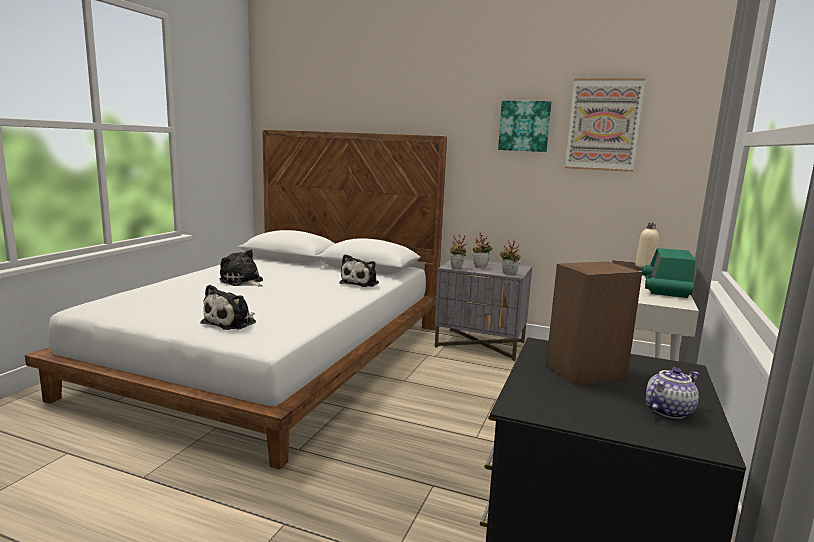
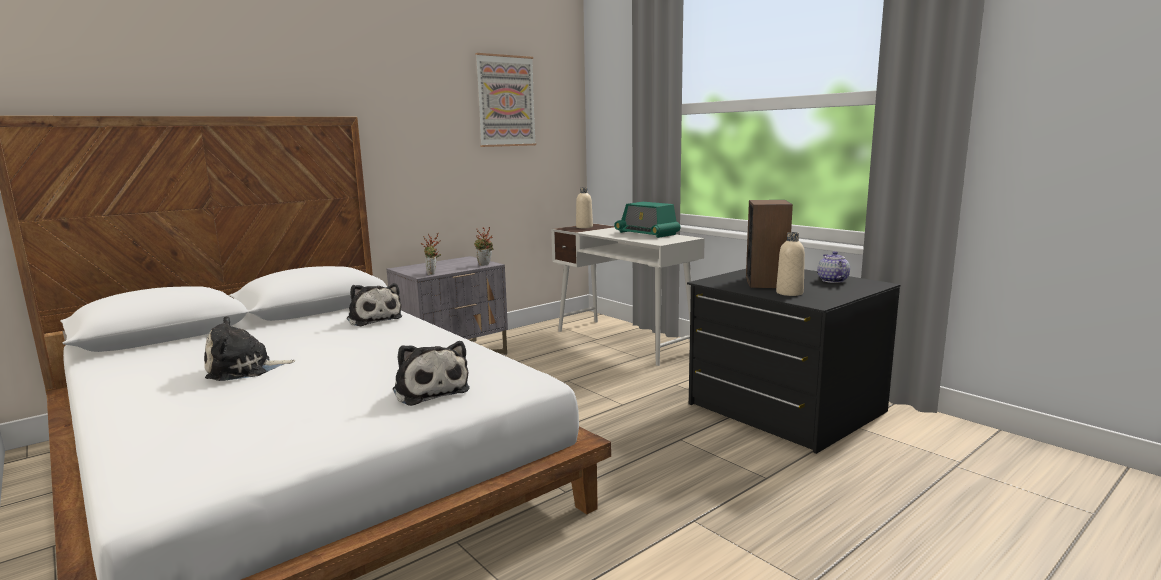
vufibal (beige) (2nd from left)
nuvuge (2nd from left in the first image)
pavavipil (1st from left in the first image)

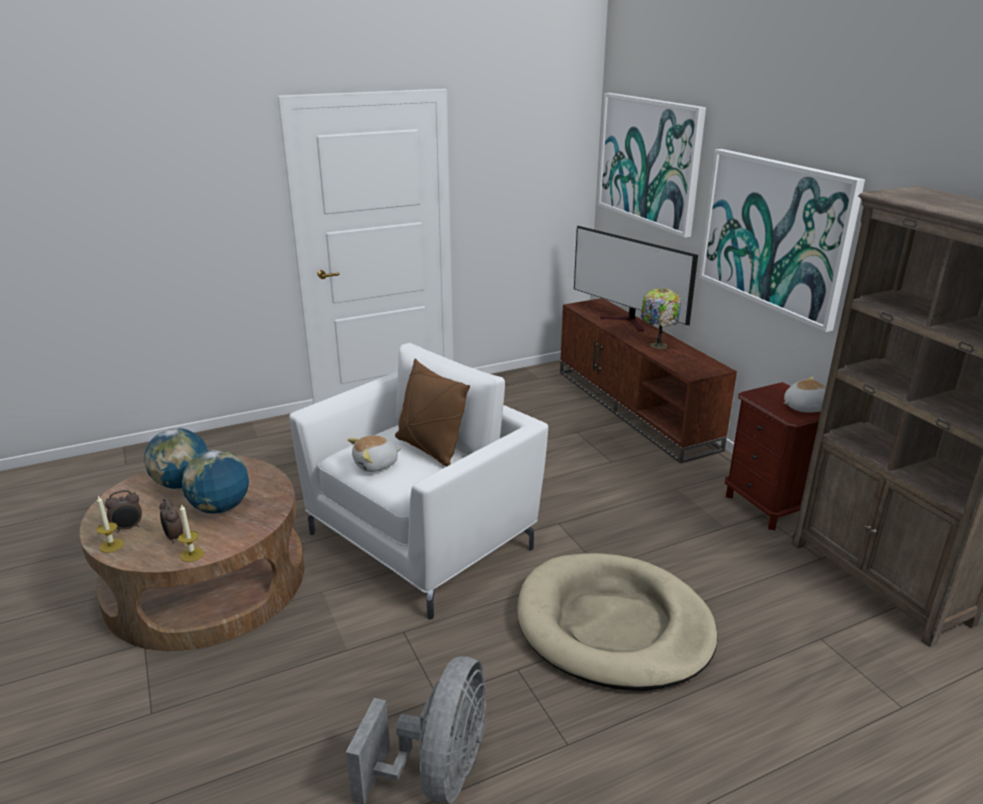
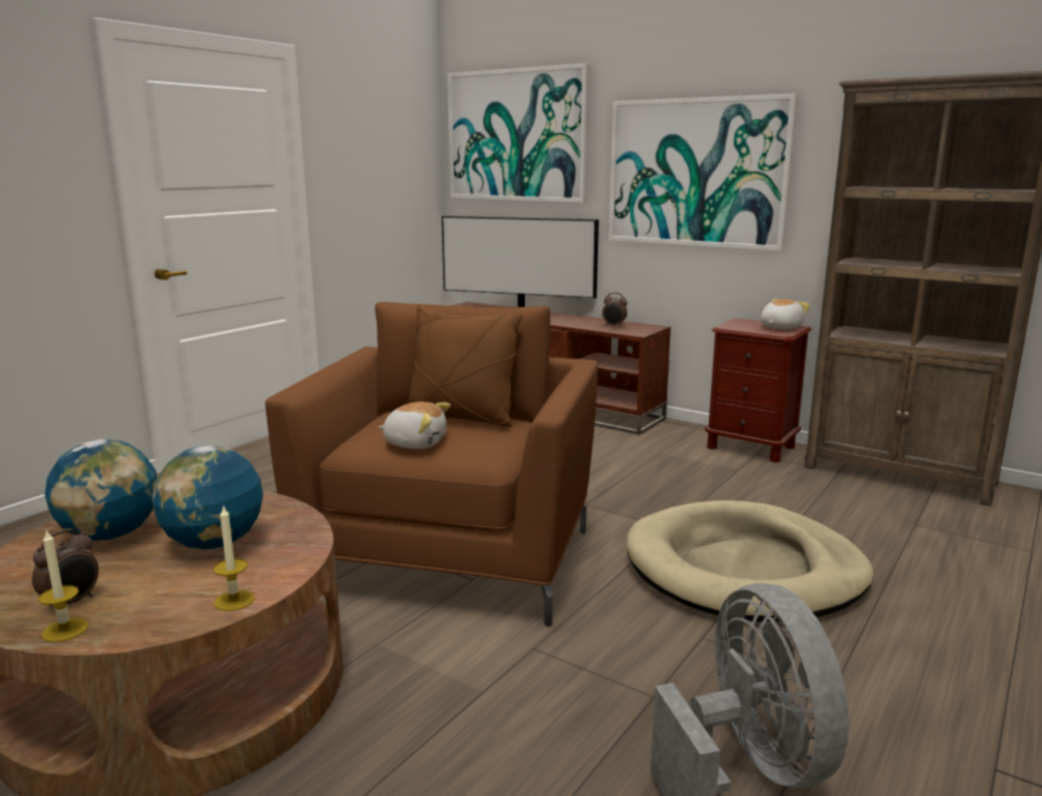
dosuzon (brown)
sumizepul (1st from left)
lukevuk (2nd from left)
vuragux

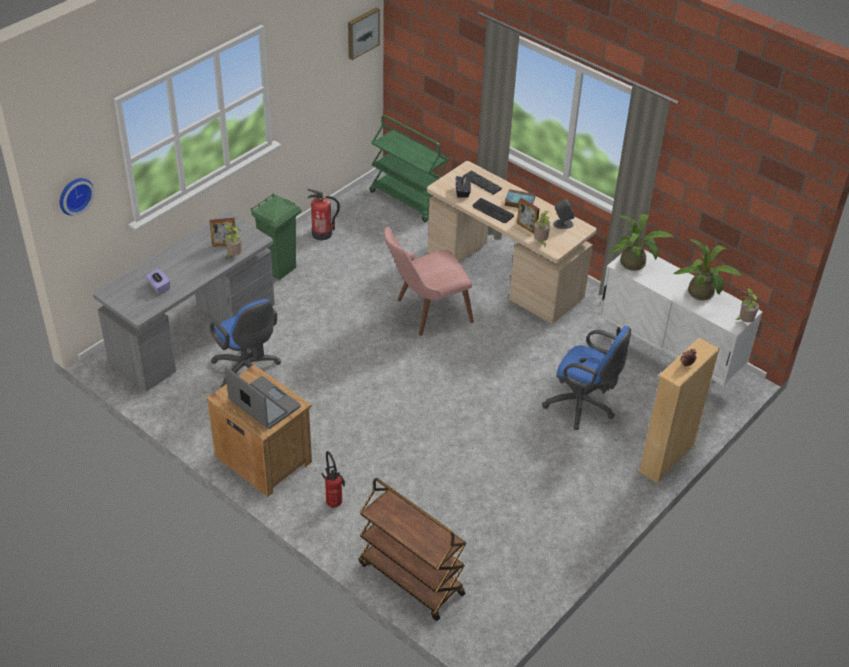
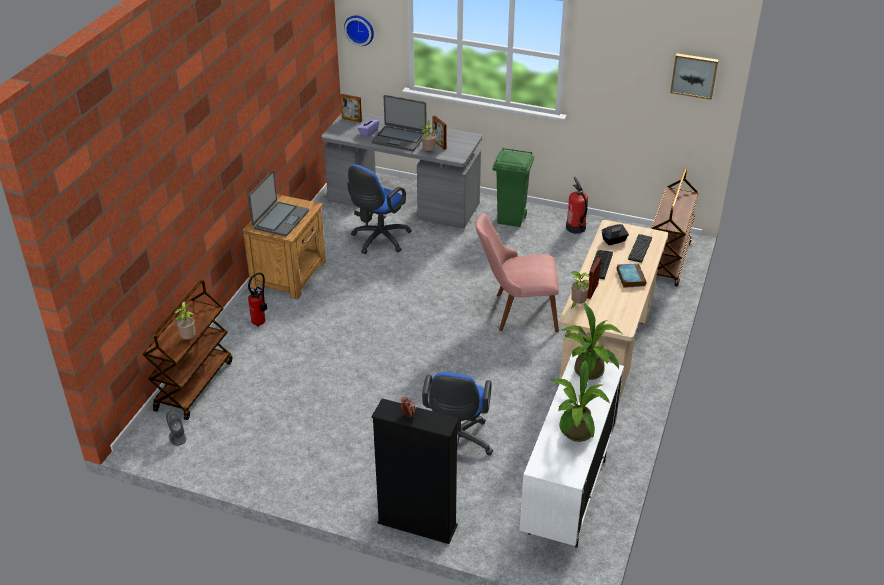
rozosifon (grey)
nuvuge (1st from left)
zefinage (1st from left)
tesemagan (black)
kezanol (2nd from left)
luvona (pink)
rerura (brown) (2nd from left)

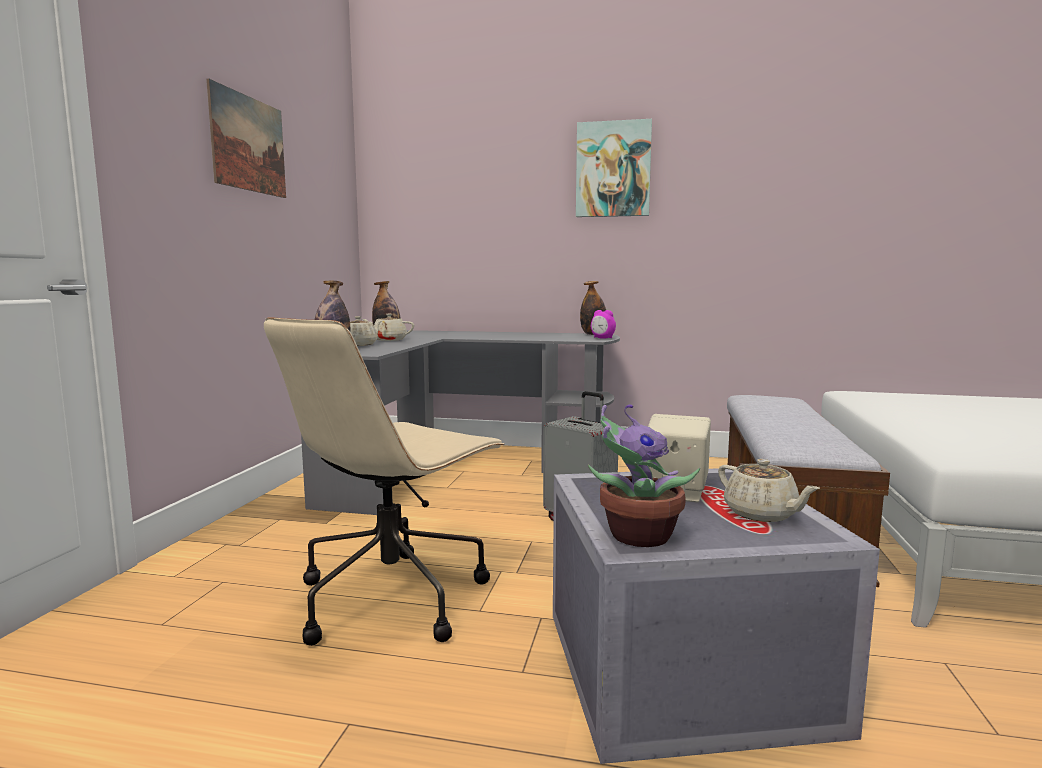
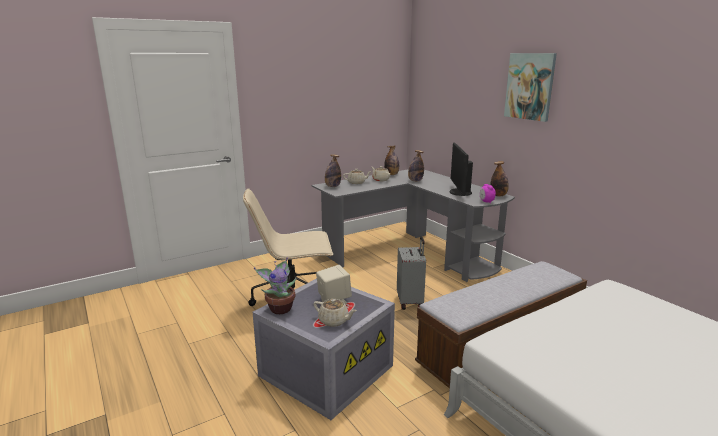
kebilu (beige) (1st from left)
vufibal (3rd from left)
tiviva
pavavipil (1st from left in the first image)

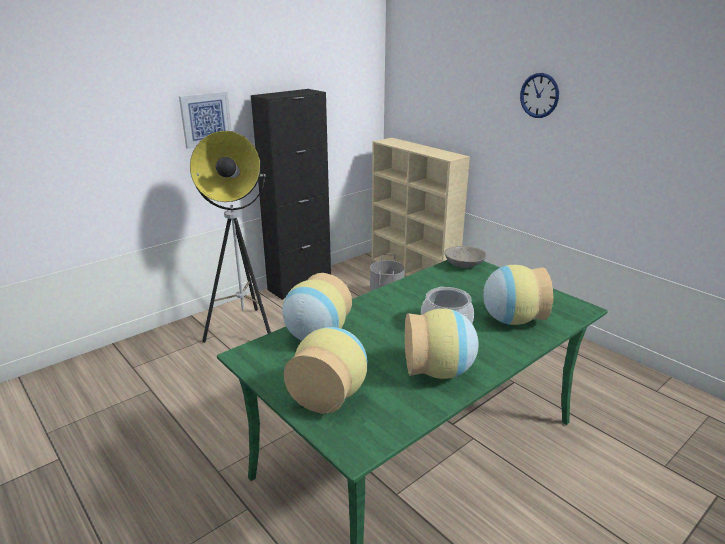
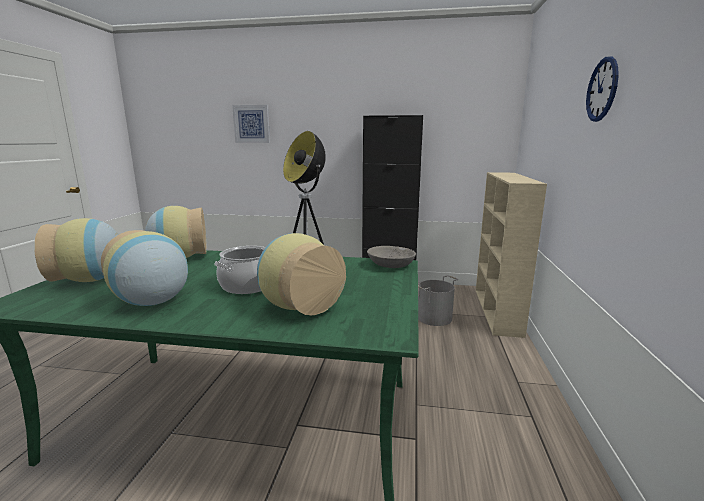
pavavipil

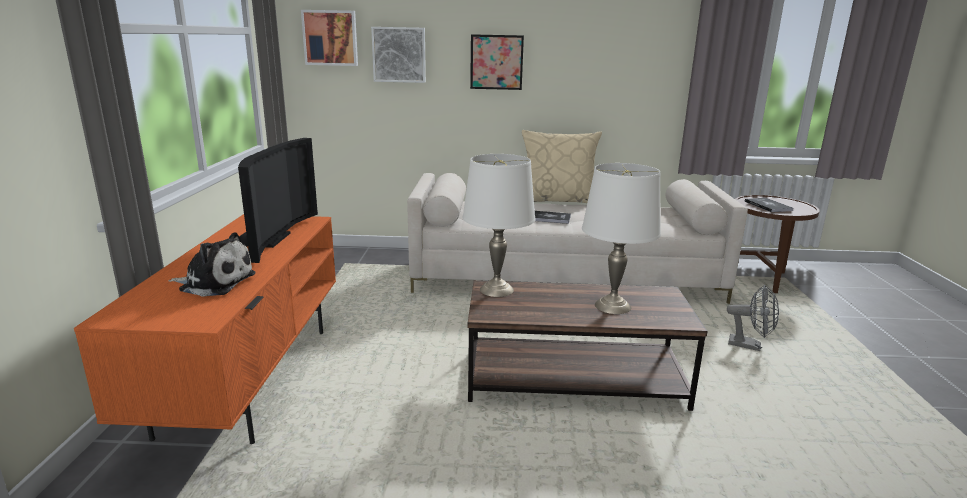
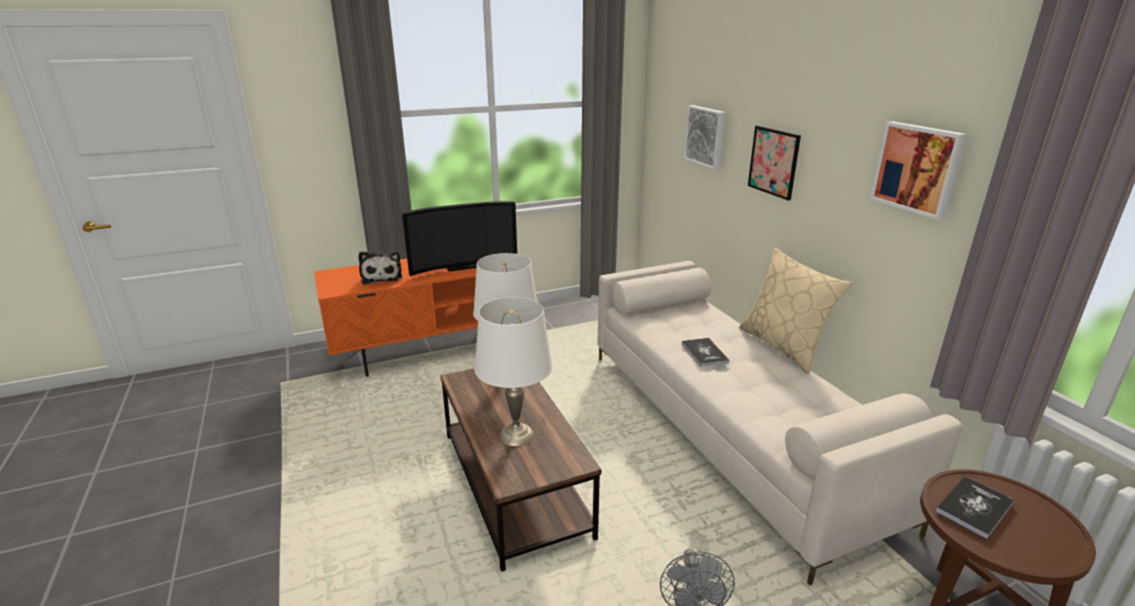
pavavipil (3rd from left)

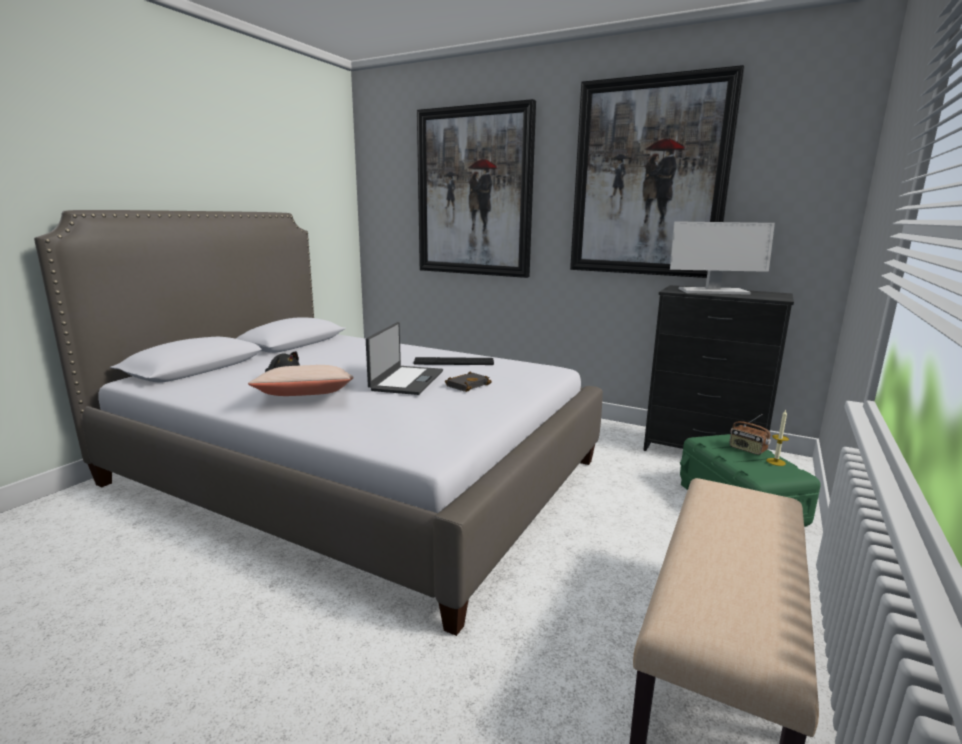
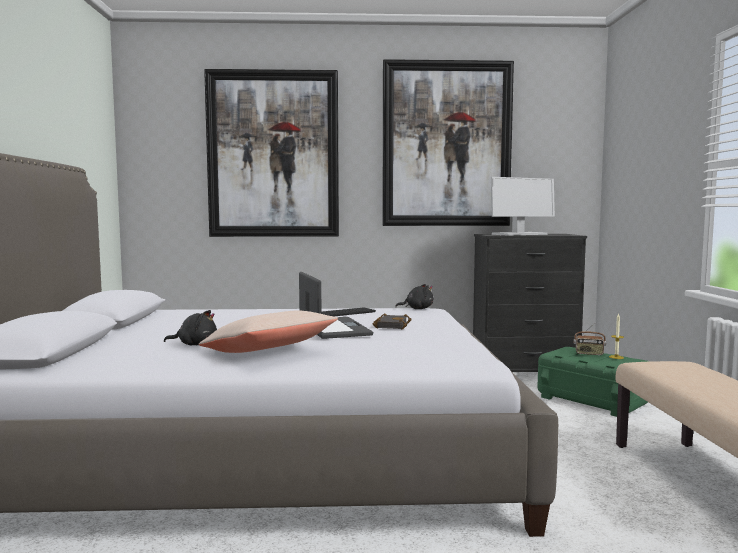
sumizepul (black) (2nd from left)

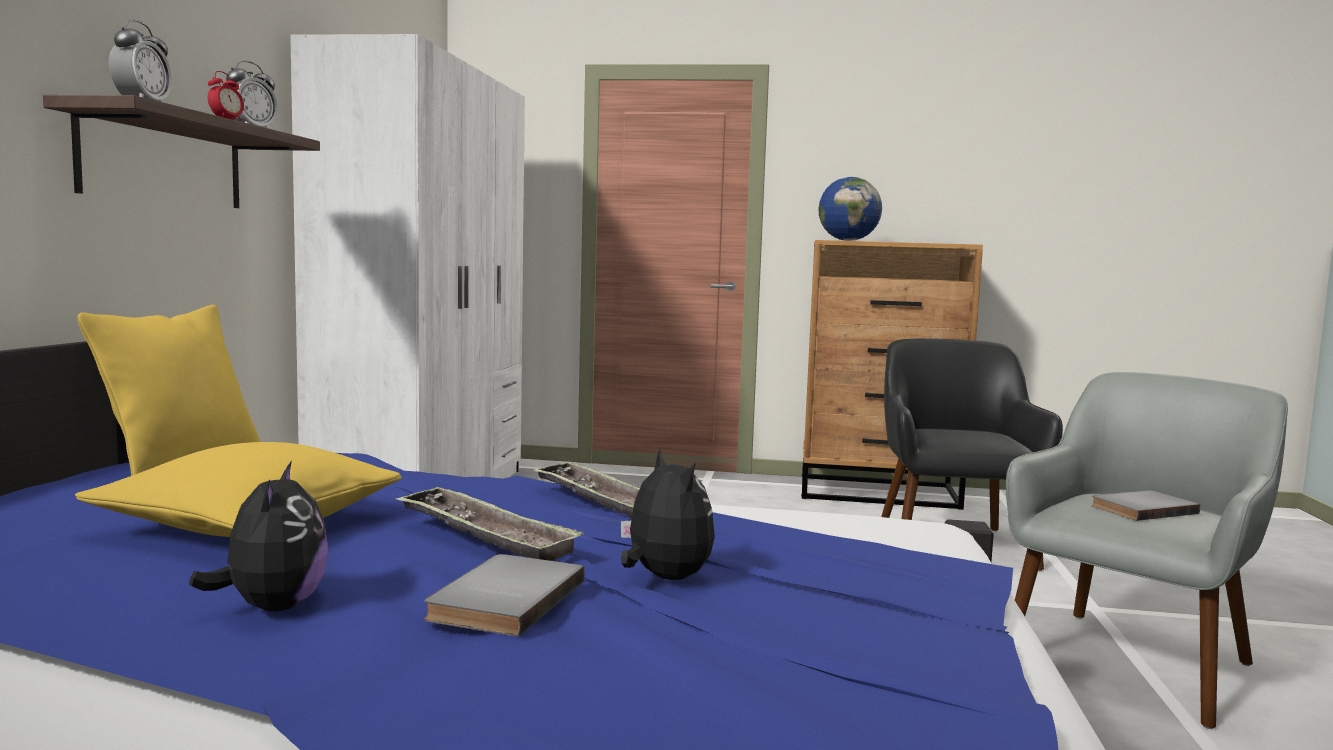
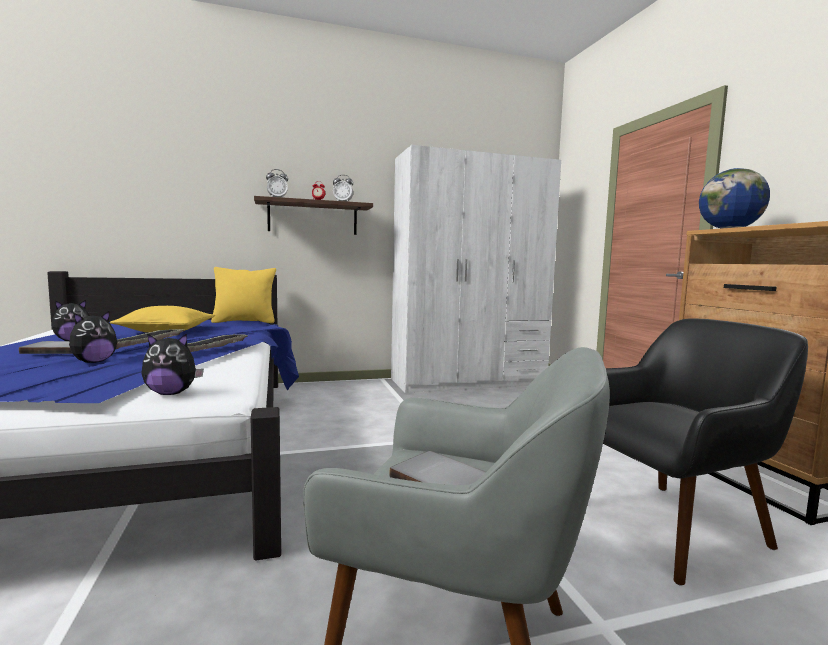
sumizepul (3rd from left)

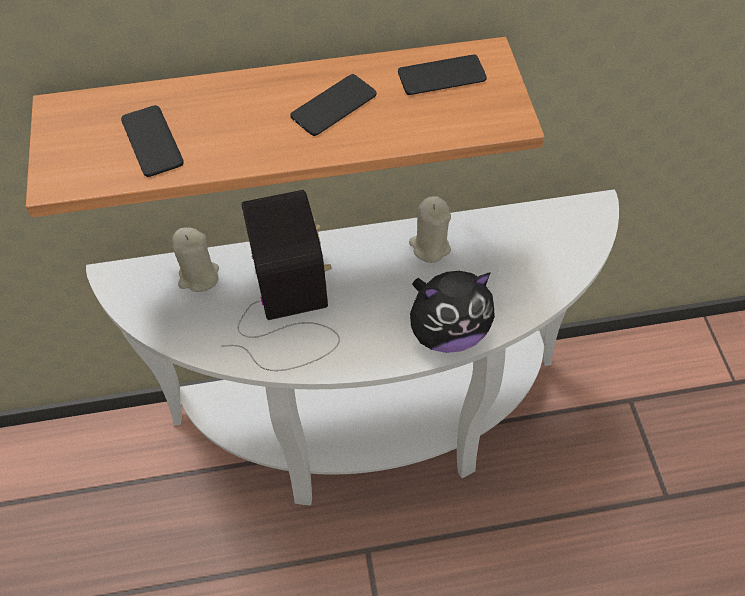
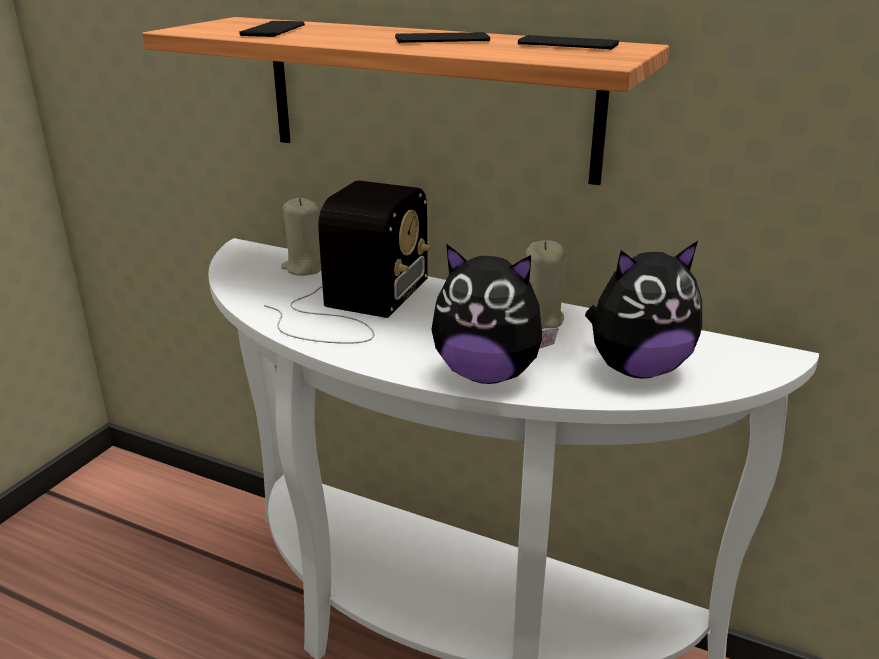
sumizepul (2nd from left)

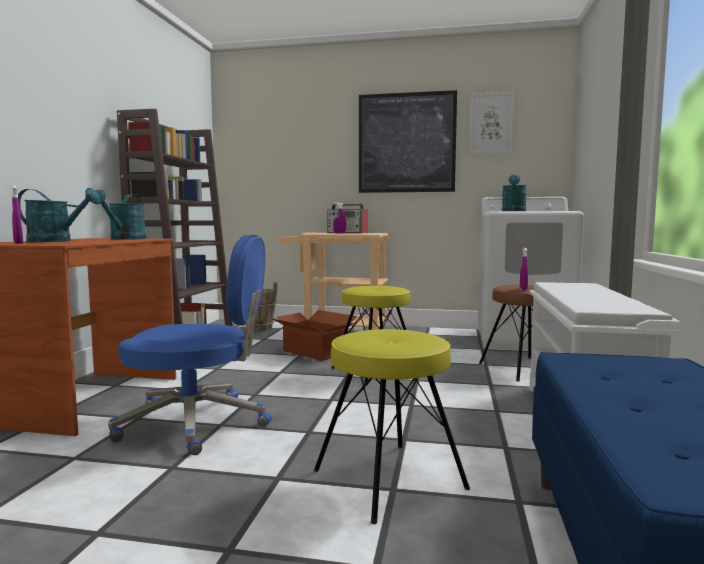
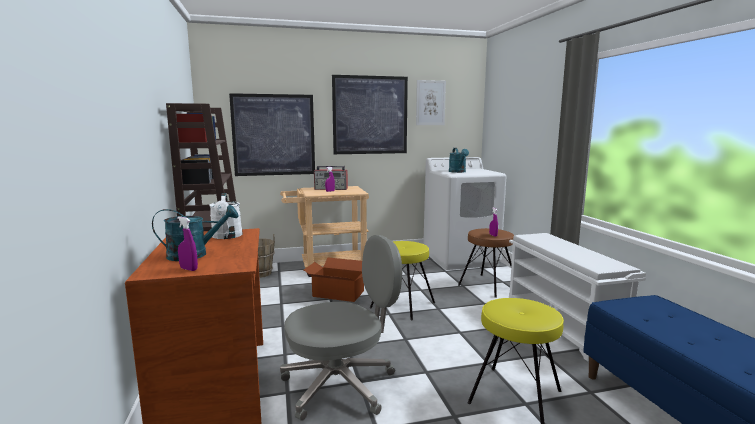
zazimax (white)
pavavipil (1st from left)
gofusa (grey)

